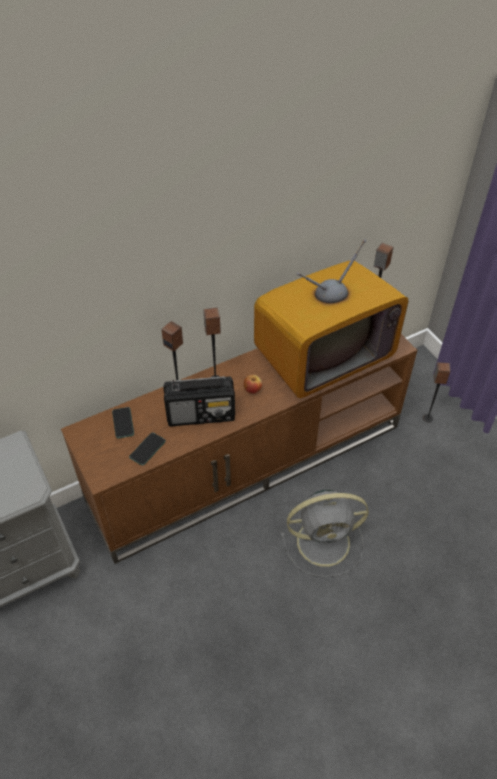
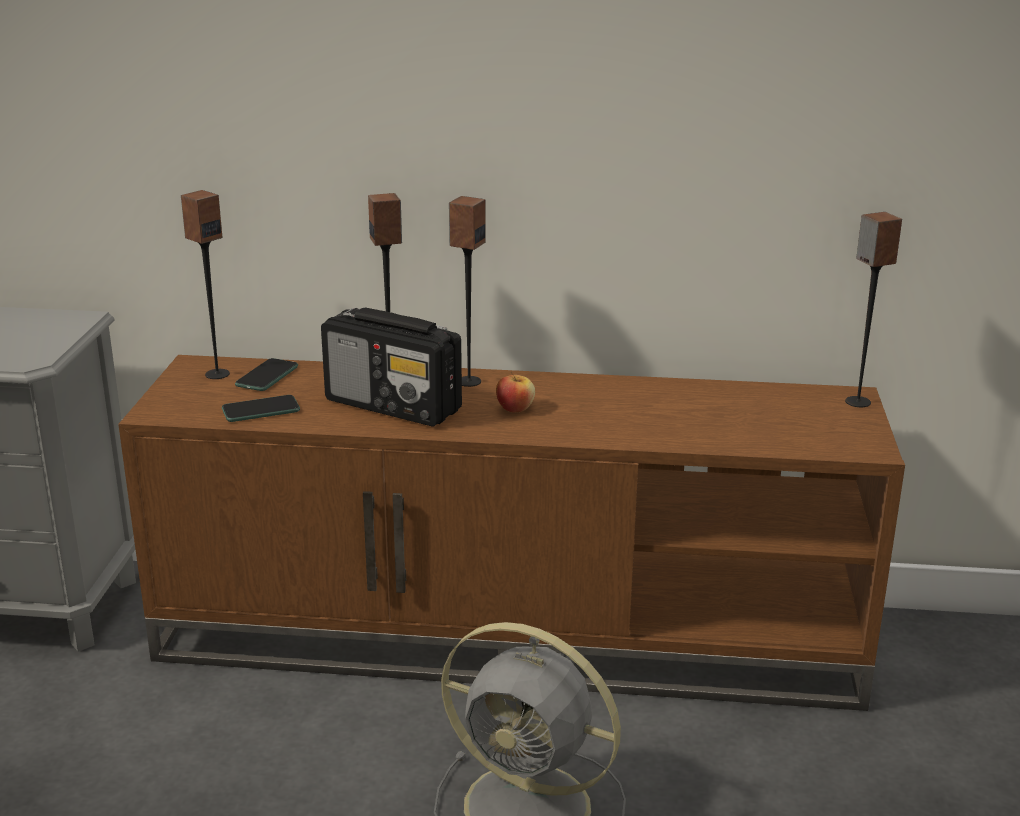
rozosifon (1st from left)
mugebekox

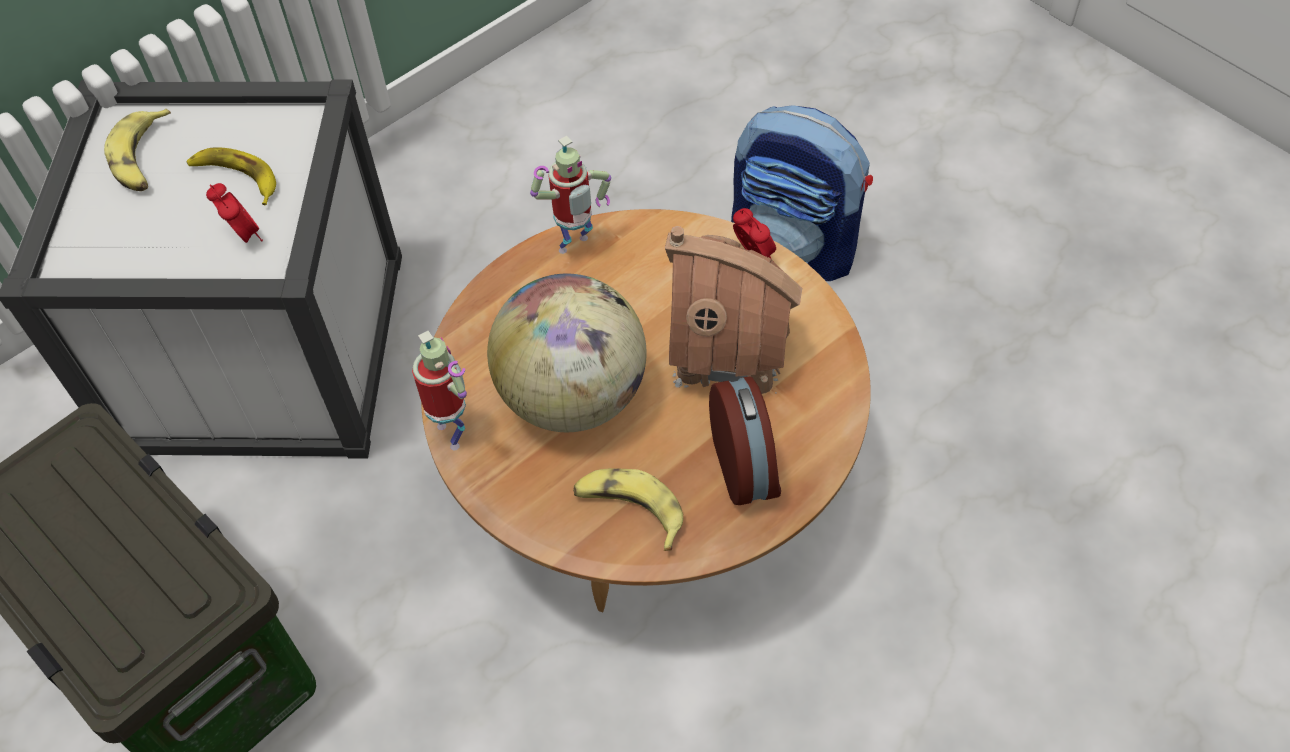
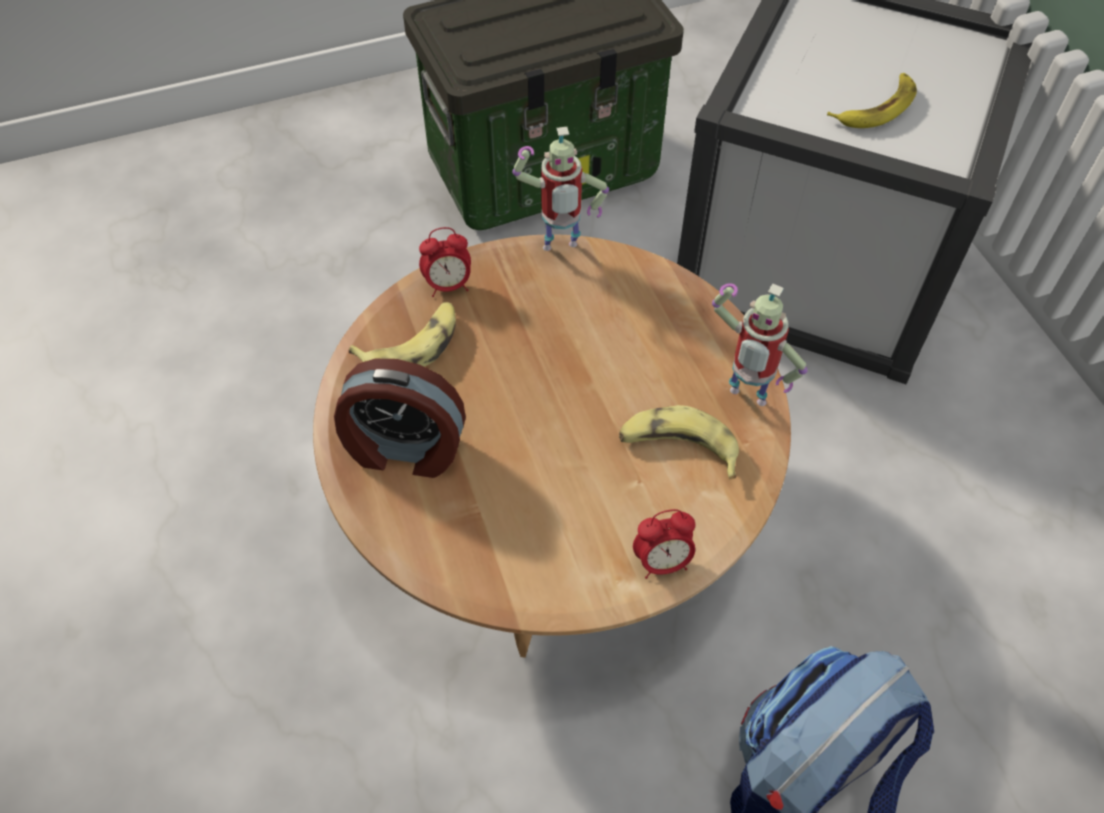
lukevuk (2nd from left)
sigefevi (2nd from left)
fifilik (2nd from left)
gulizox
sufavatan

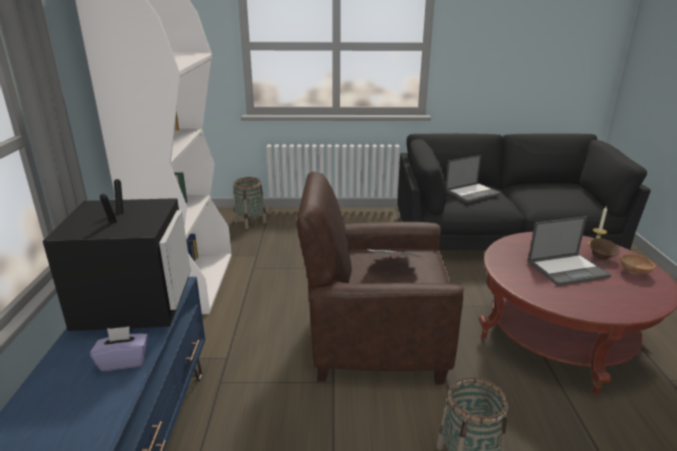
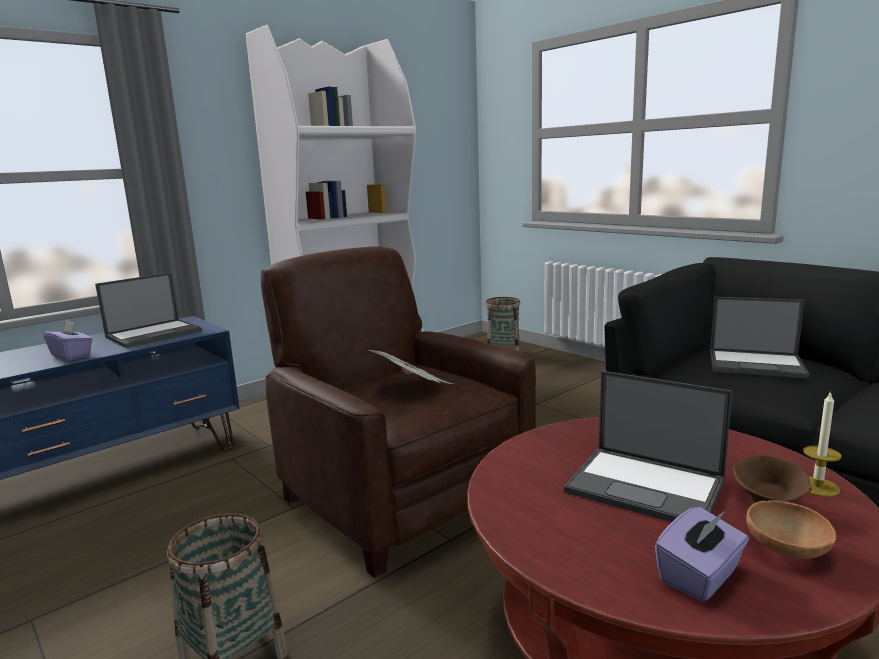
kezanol (1st from left)
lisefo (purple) (2nd from left)

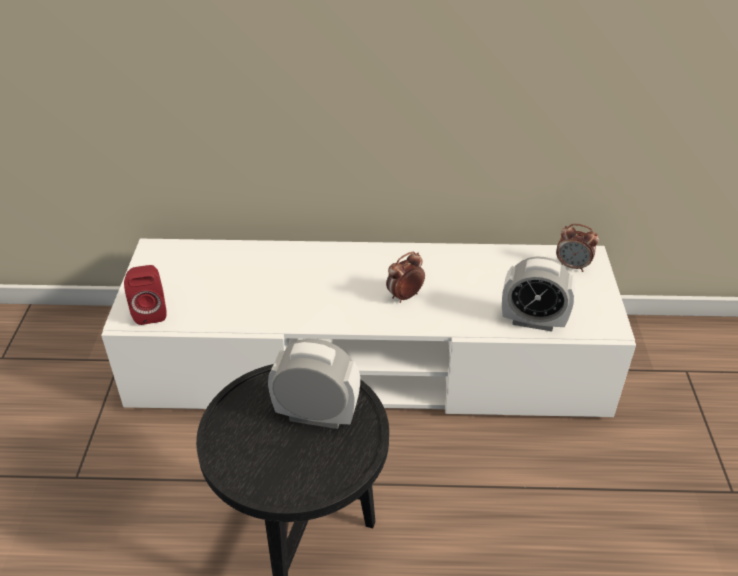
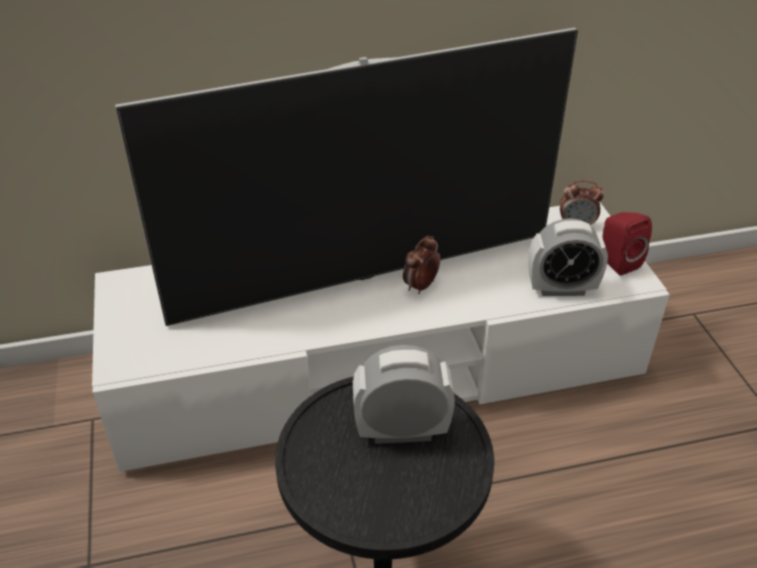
mugebekox
rozosifon (red)

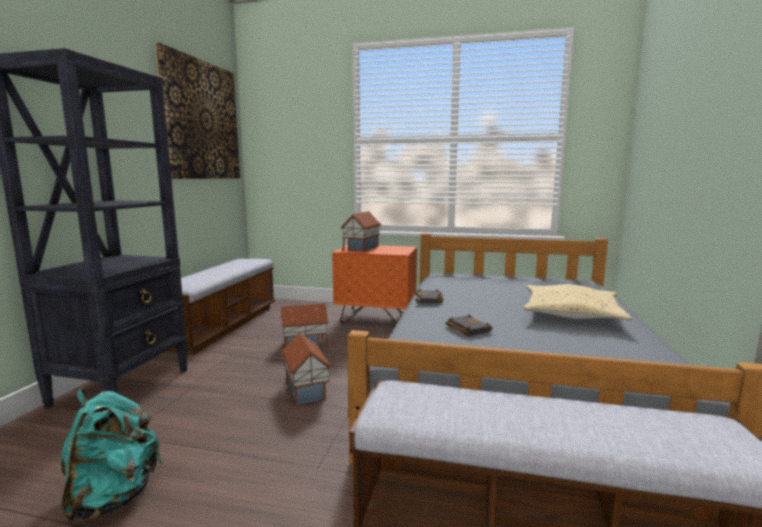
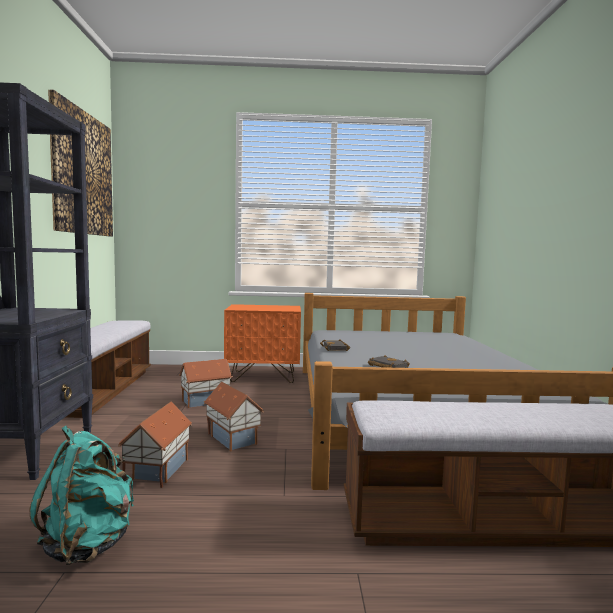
sufavatan (1st from left)
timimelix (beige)

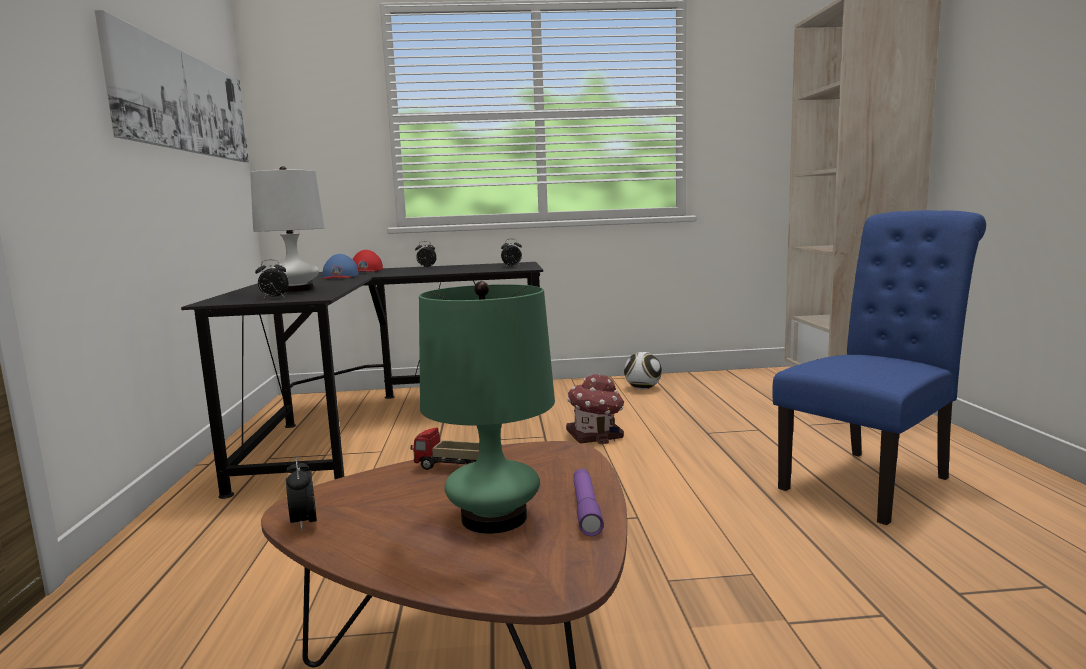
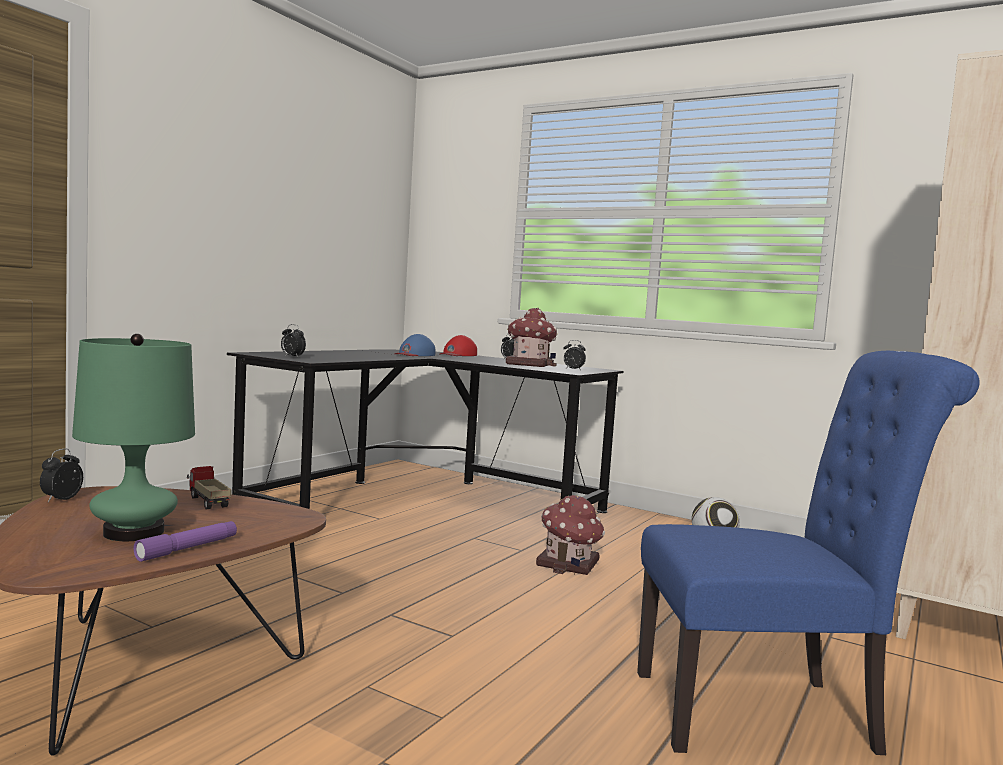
sufavatan (1st from left)
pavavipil
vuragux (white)

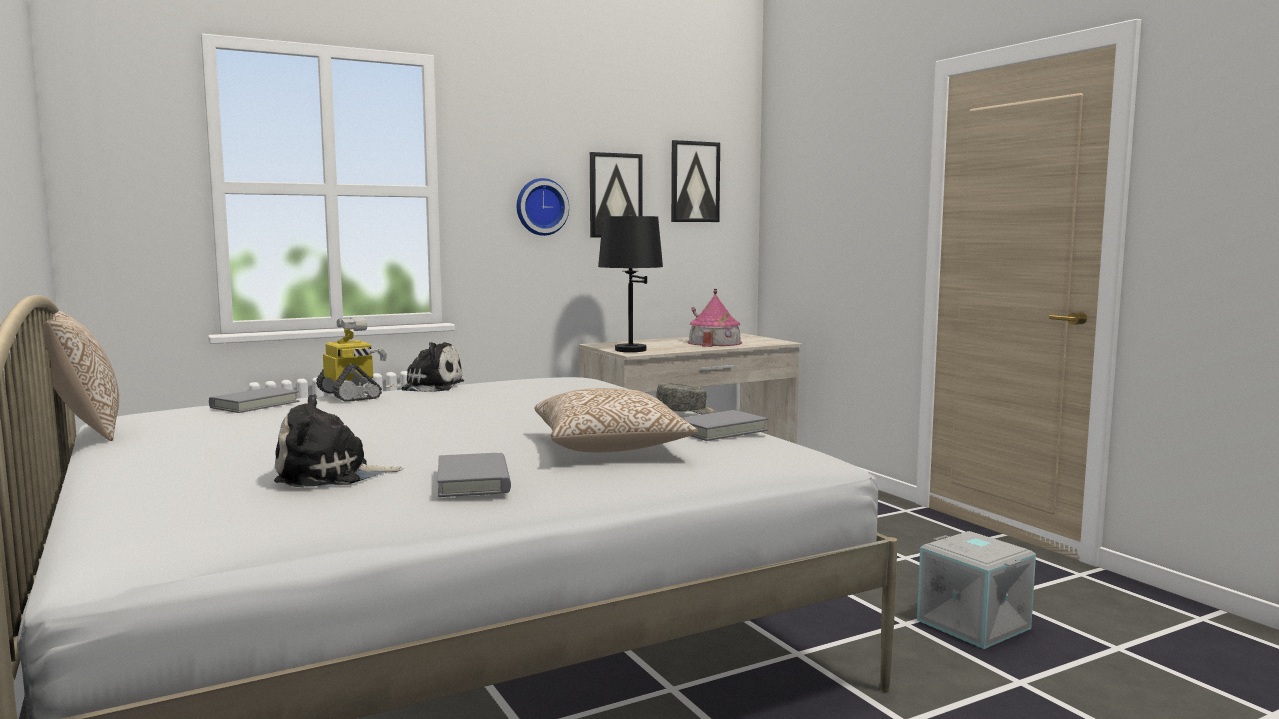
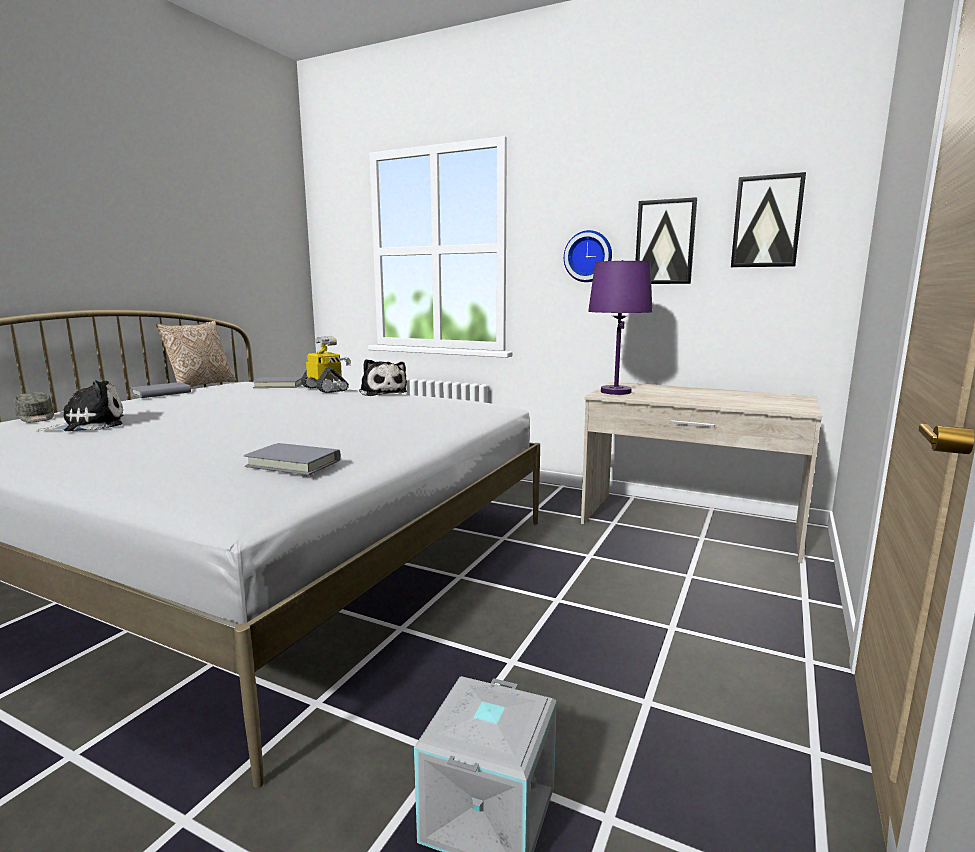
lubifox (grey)
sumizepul (1st from left)
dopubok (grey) (1st from left)
fifilik
vuragux (purple)
timimelix (2nd from left in the first image)
sufavatan

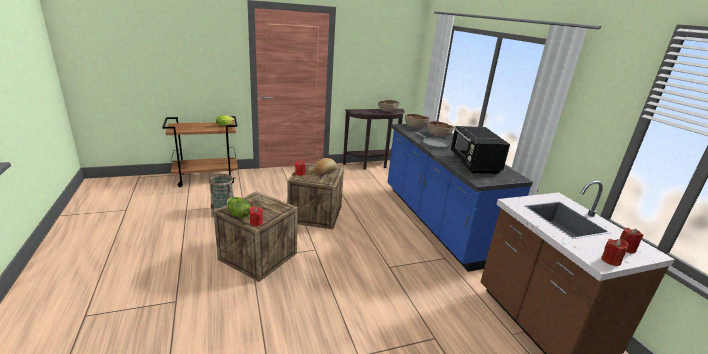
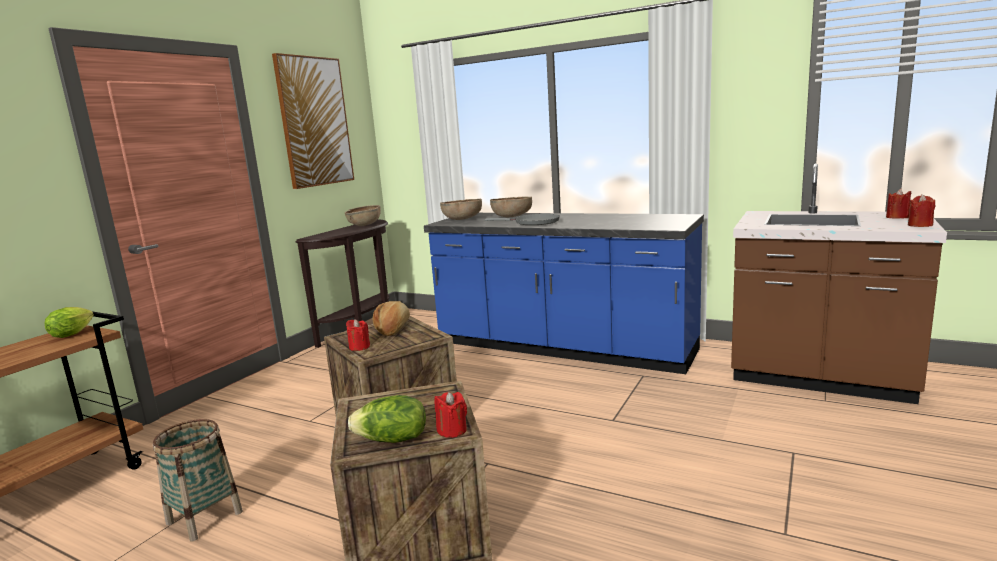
pavavipil
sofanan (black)

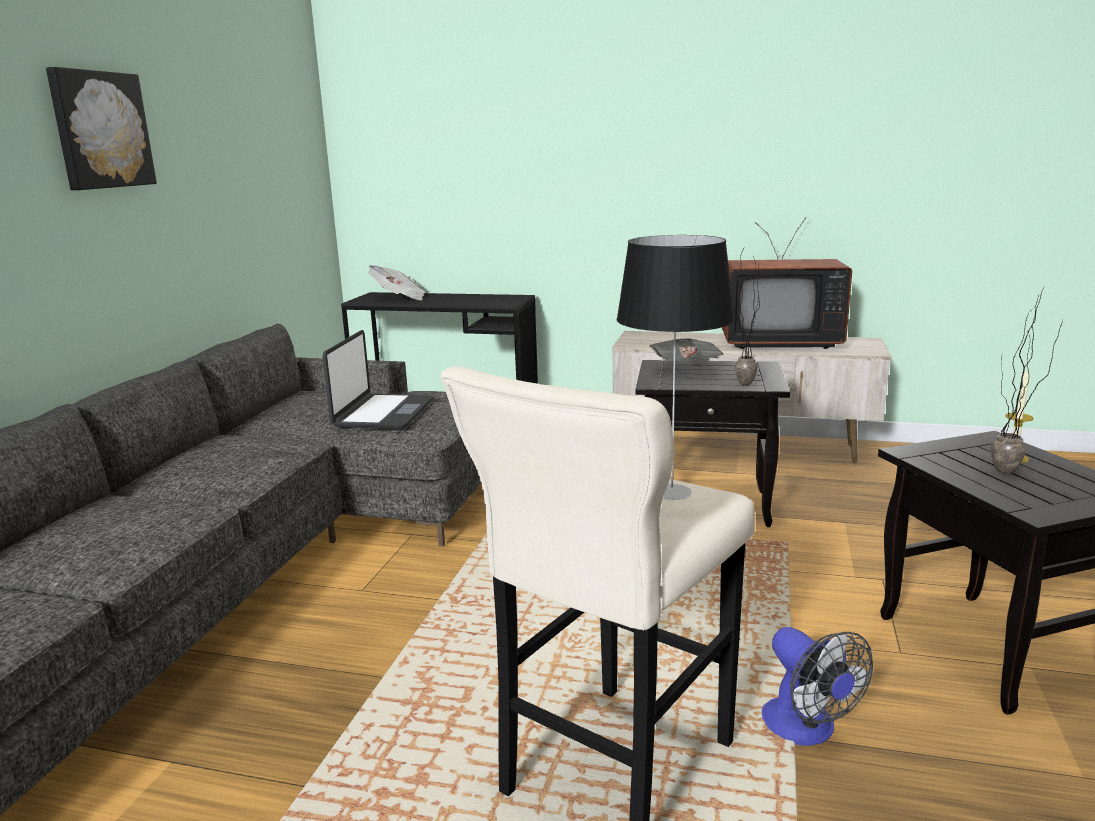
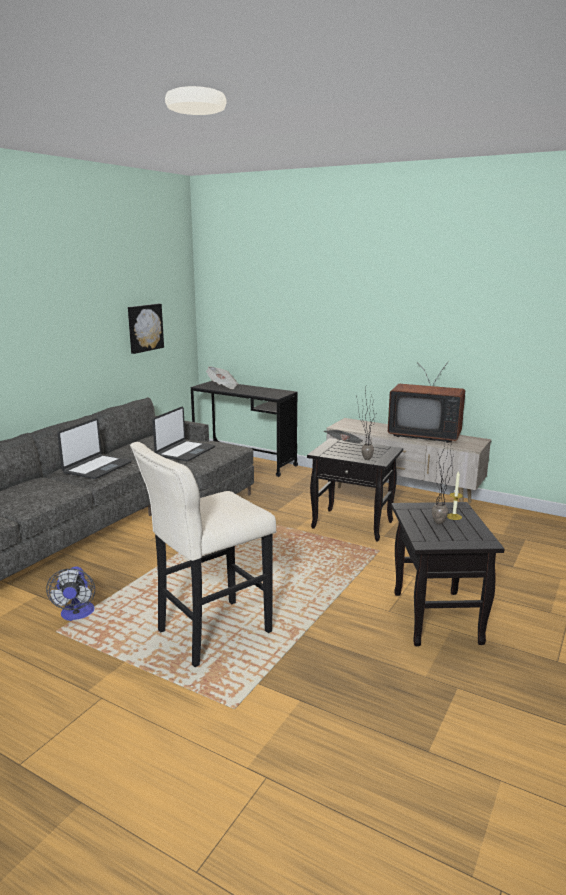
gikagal
kezanol (1st from left)
pavavipil
vuragux

